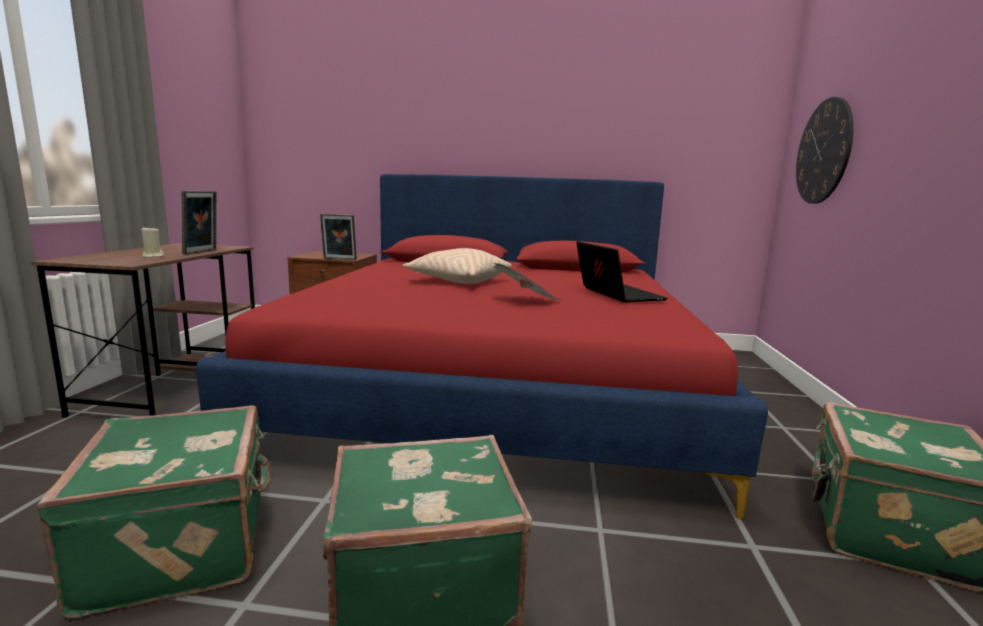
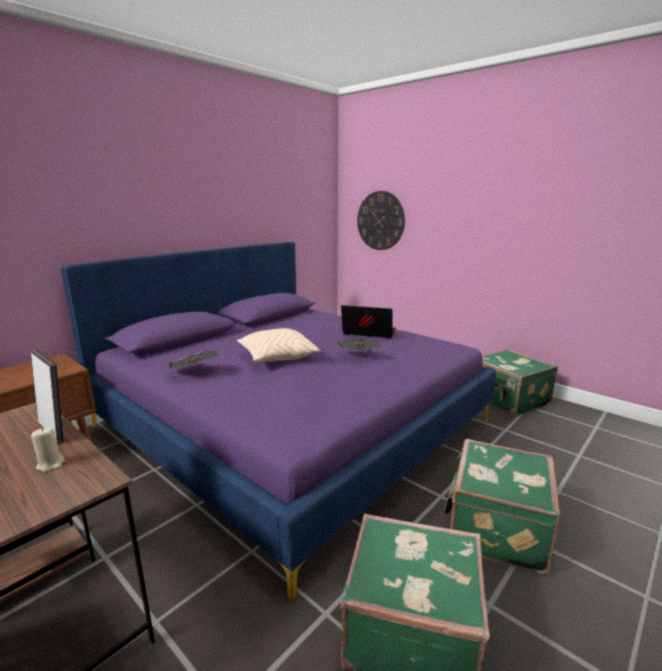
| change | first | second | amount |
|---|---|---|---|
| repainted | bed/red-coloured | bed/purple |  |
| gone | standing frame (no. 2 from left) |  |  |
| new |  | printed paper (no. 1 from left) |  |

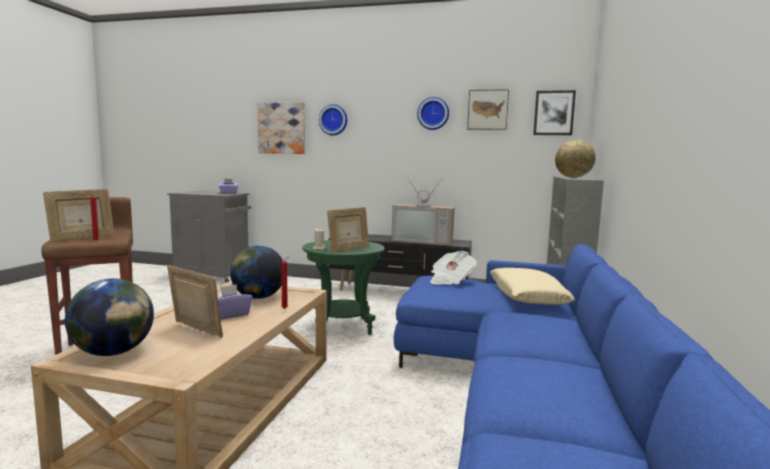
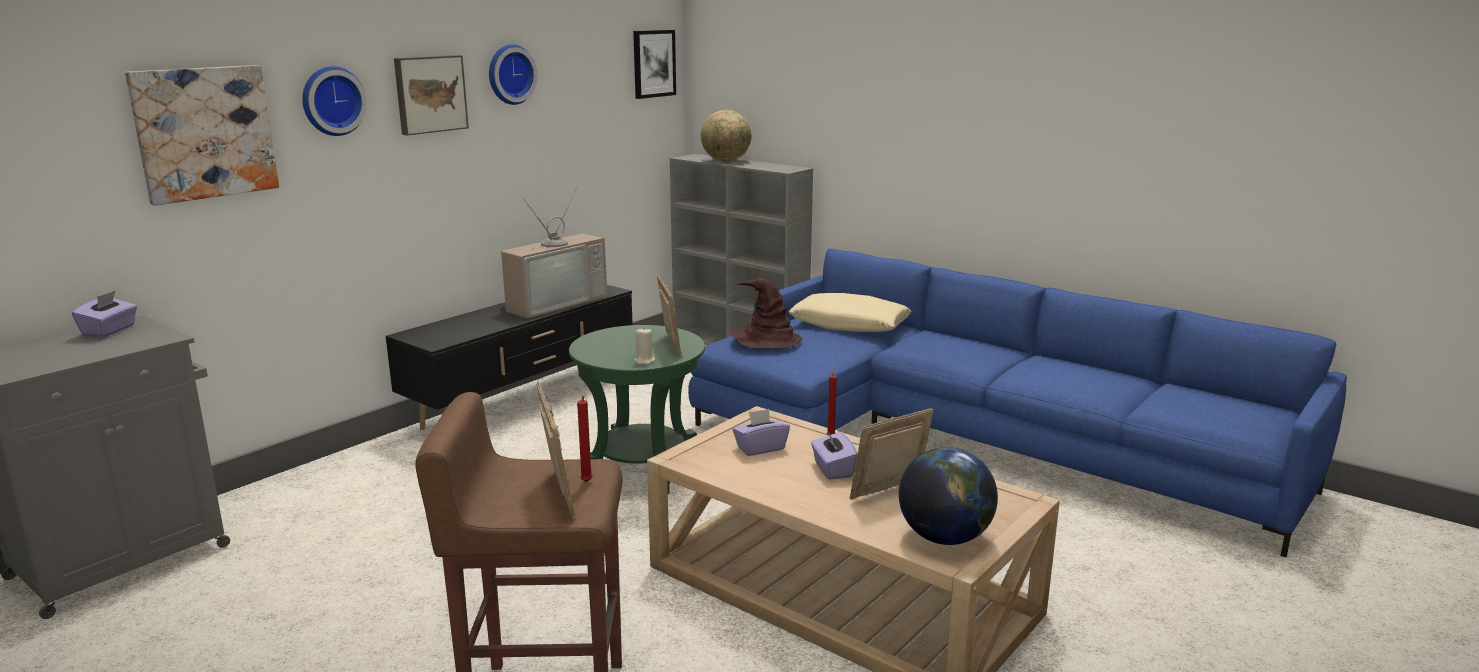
| change | first | second | amount |
|---|---|---|---|
| shifted | picture (no. 2 from left) |  |  |
| swapped | globe (no. 2 from left) | tissue holder/purple (no. 2 from left) |  |
| swapped | printed paper | wearable hat/brown-coloured |  |

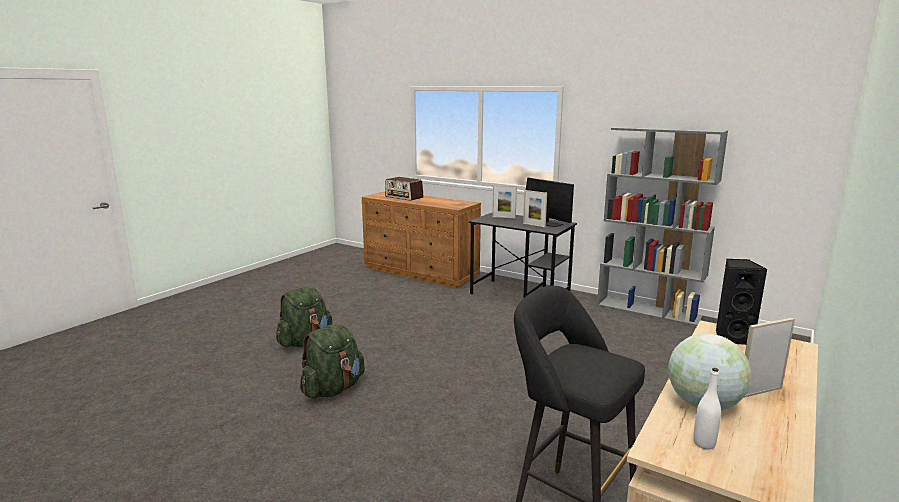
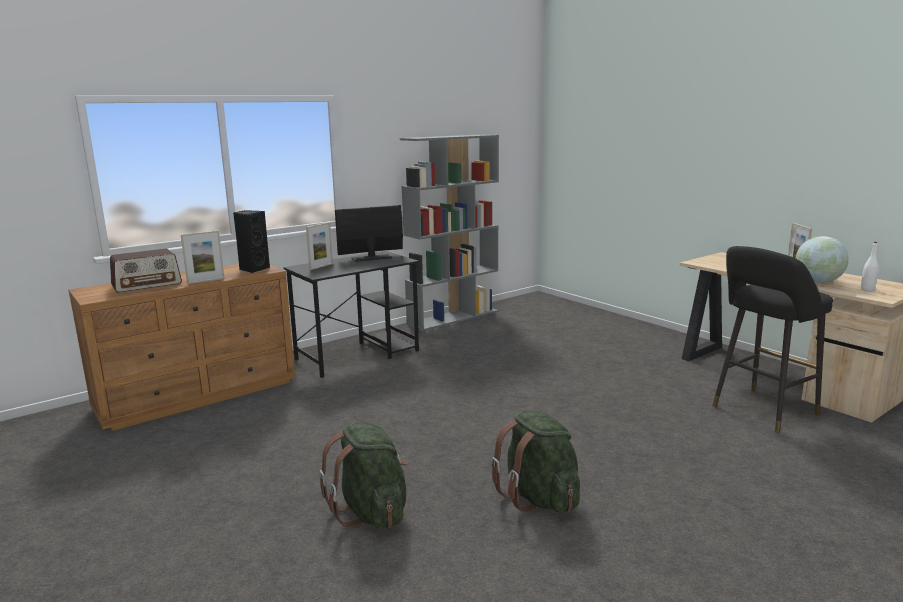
| change | first | second | amount |
|---|---|---|---|
| shifted | standing frame (no. 2 from left in the first image) | standing frame (no. 1 from left) |  |
| shifted | loudspeaker/blackish |  |  |

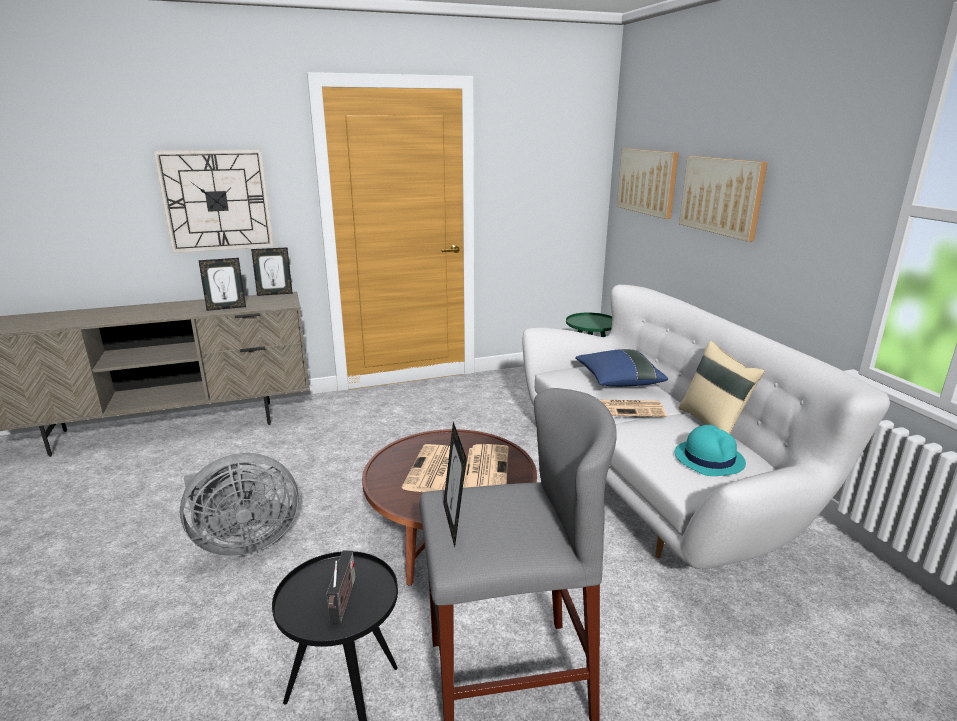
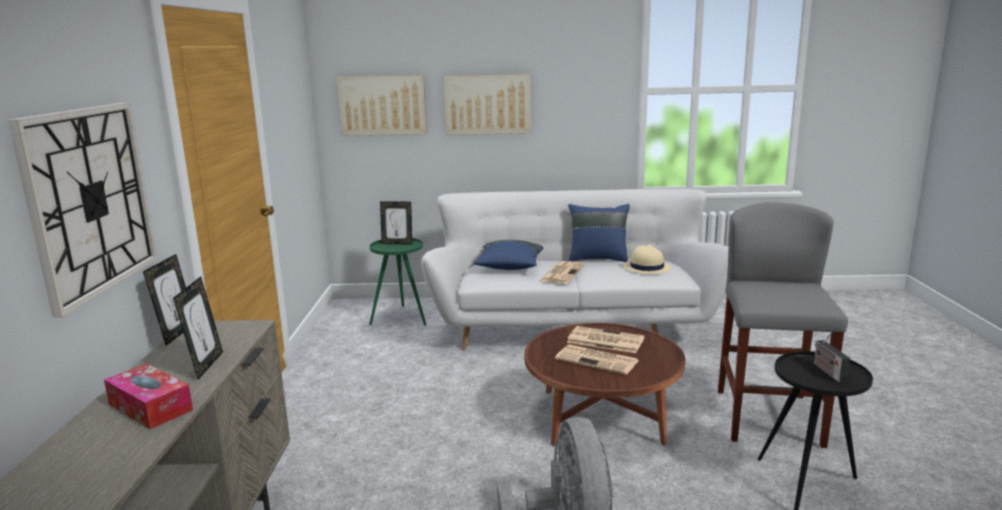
| change | first | second | amount |
|---|---|---|---|
| repainted | throw pillow/beige | throw pillow/bluish (no. 2 from left) |  |
| shifted | standing frame (no. 3 from left) |  |  |
| repainted | wearable hat/blue-green | wearable hat/beige |  |
| rotated | radio receiver |  | 120 degrees counterclockwise |
| new |  | tissue holder |  |

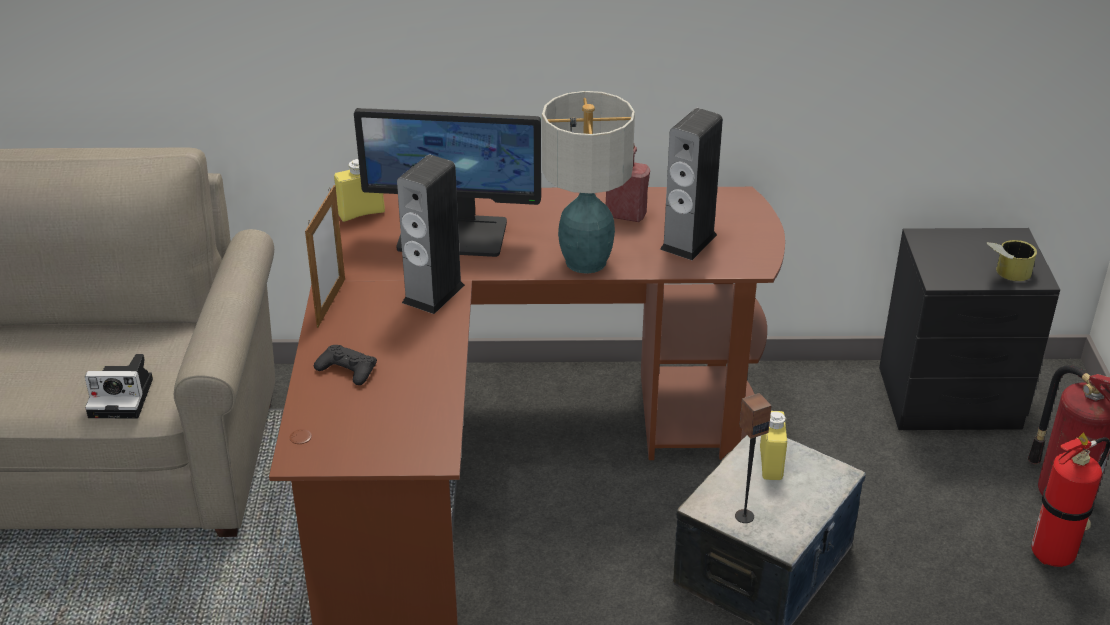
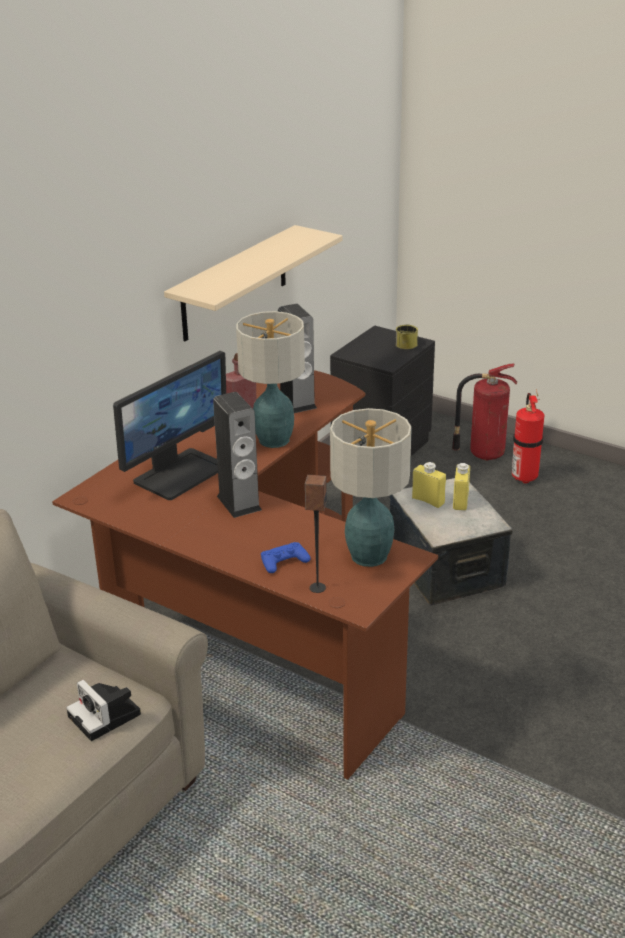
| change | first | second | amount |
|---|---|---|---|
| shifted | bottle/yellow (no. 1 from left in the first image) | bottle/yellow (no. 2 from left) |  |
| gone | standing frame |  |  |
| repainted | gamepad/blackish | gamepad/bluish |  |
| rotated | still camera |  | 105 degrees clockwise |
| shifted | loudspeaker (no. 3 from left) |  |  |
| new |  | wall shelf/beige |  |
| new |  | table lamp (no. 2 from left) |  |

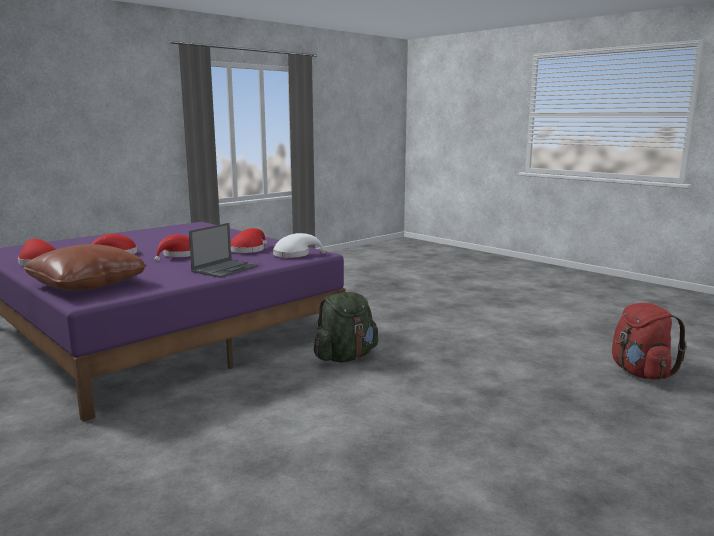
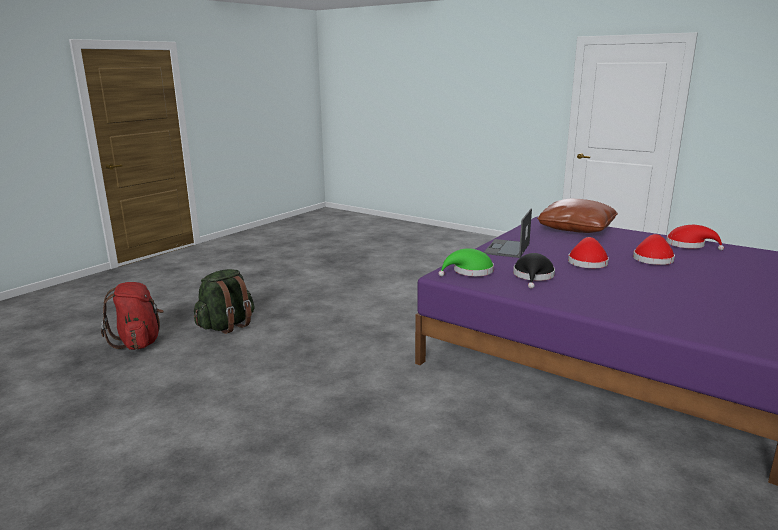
| change | first | second | amount |
|---|---|---|---|
| repainted | wearable hat/red-coloured (no. 4 from left) | wearable hat/blackish |  |
| repainted | wearable hat/white | wearable hat/greenish |  |
| shifted | rucksack/greenish |  |  |

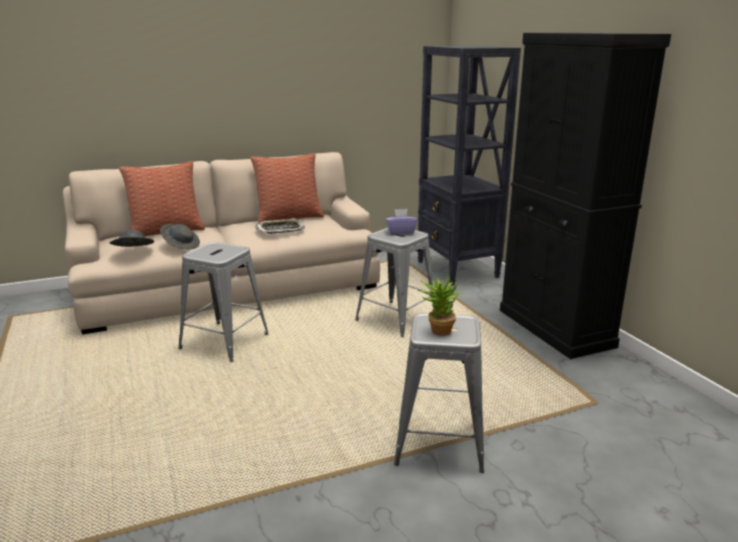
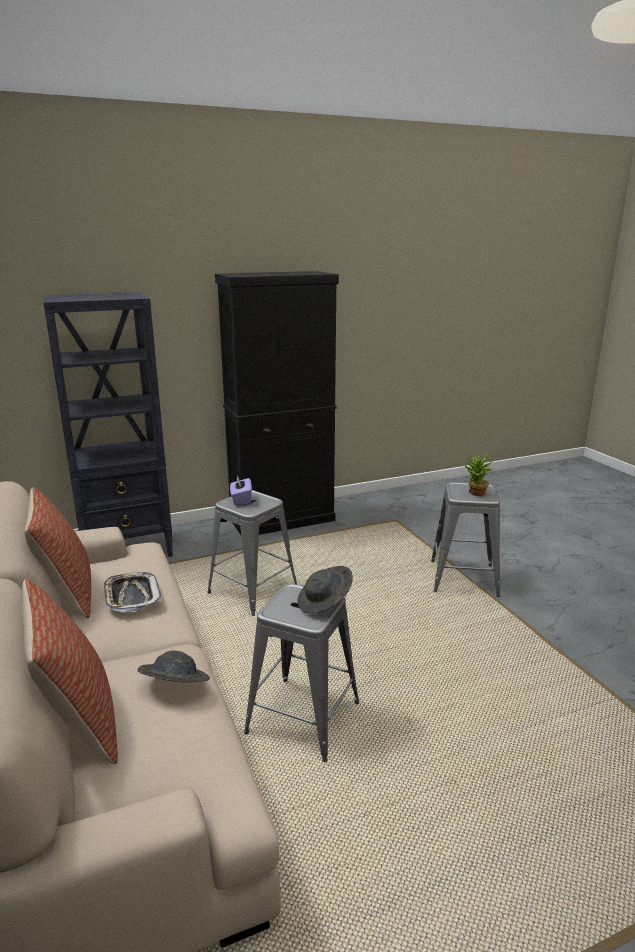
| change | first | second | amount |
|---|---|---|---|
| shifted | wearable hat/grey (no. 1 from left in the first image) | wearable hat/grey (no. 2 from left) |  |

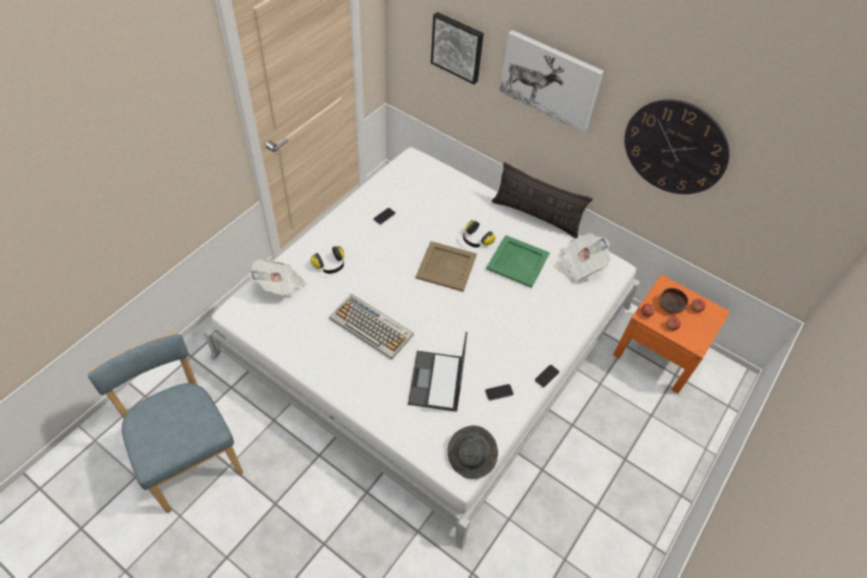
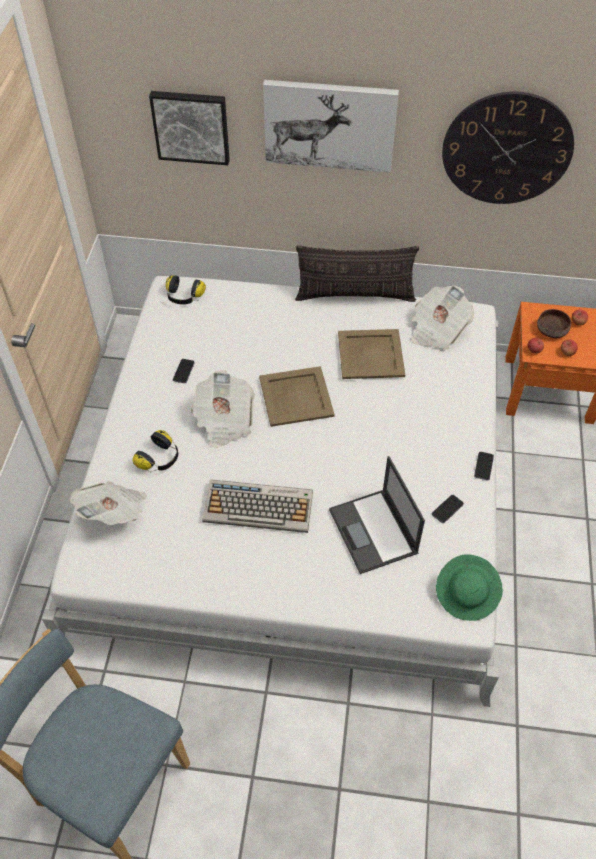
| change | first | second | amount |
|---|---|---|---|
| shifted | pair of headphones (no. 2 from left) |  |  |
| repainted | serving tray/greenish | serving tray/beige (no. 2 from left) |  |
| repainted | wearable hat/grey | wearable hat/greenish |  |
| new |  | printed paper (no. 2 from left) |  |

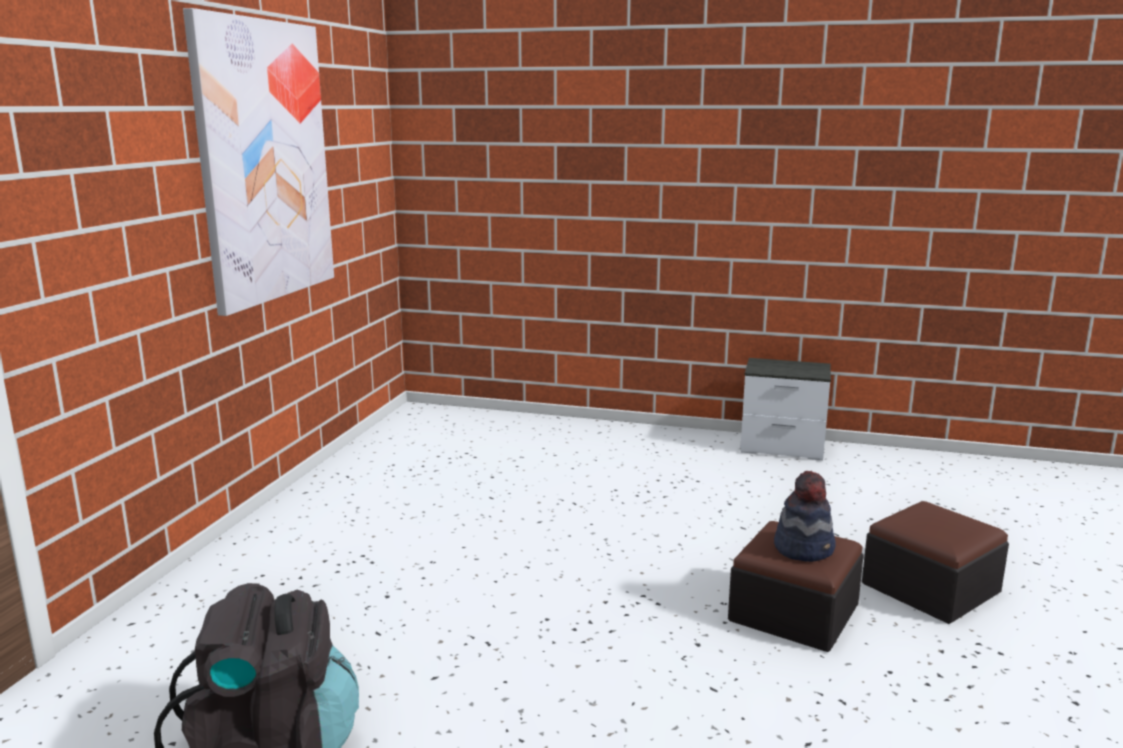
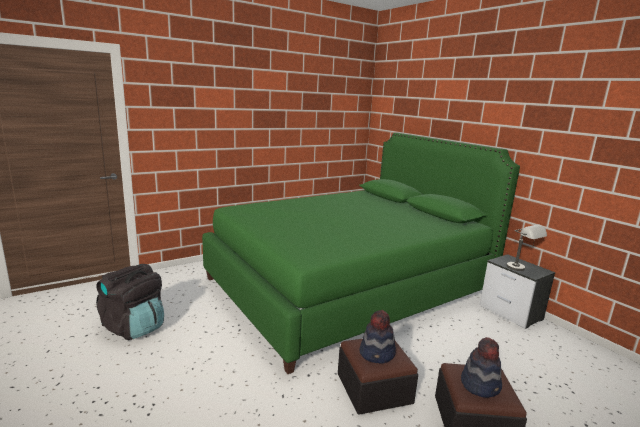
| change | first | second | amount |
|---|---|---|---|
| gone | picture |  |  |
| new |  | bed/greenish |  |
| new |  | table lamp/grey |  |
| new |  | wearable hat (no. 2 from left) |  |

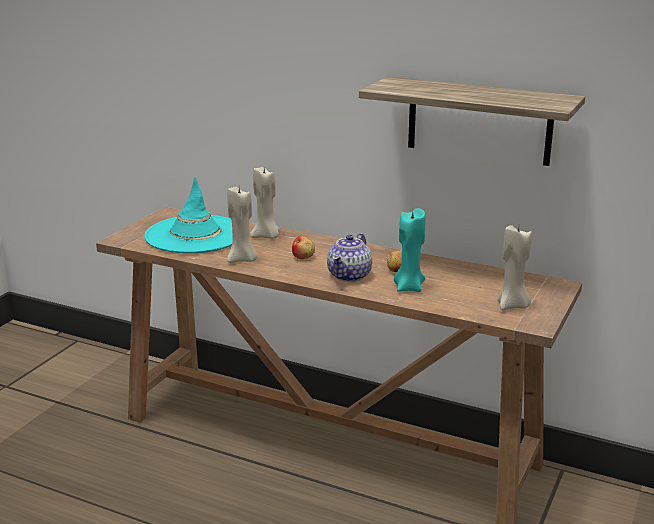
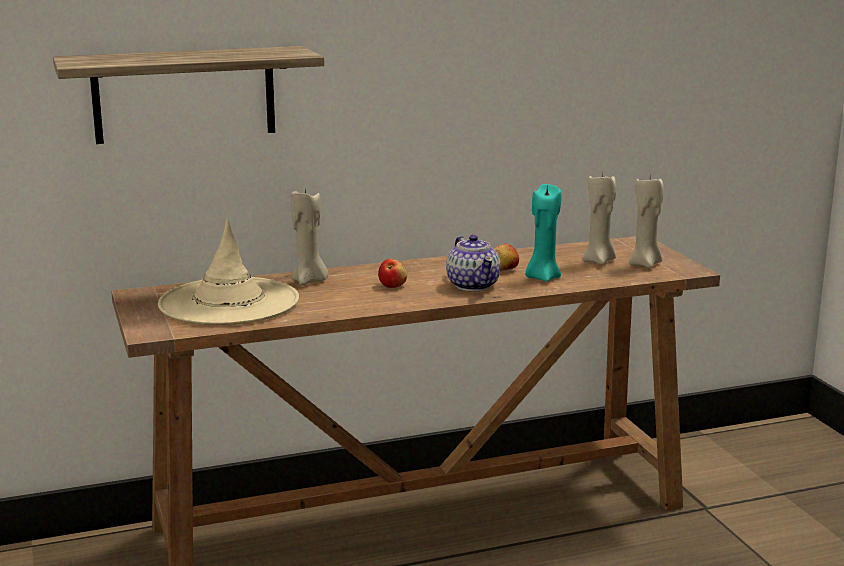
| change | first | second | amount |
|---|---|---|---|
| shifted | wall shelf |  |  |
| repainted | wearable hat/blue-green | wearable hat/beige |  |
| shifted | wax light/beige (no. 1 from left in the first image) | wax light/beige (no. 2 from left) |  |

